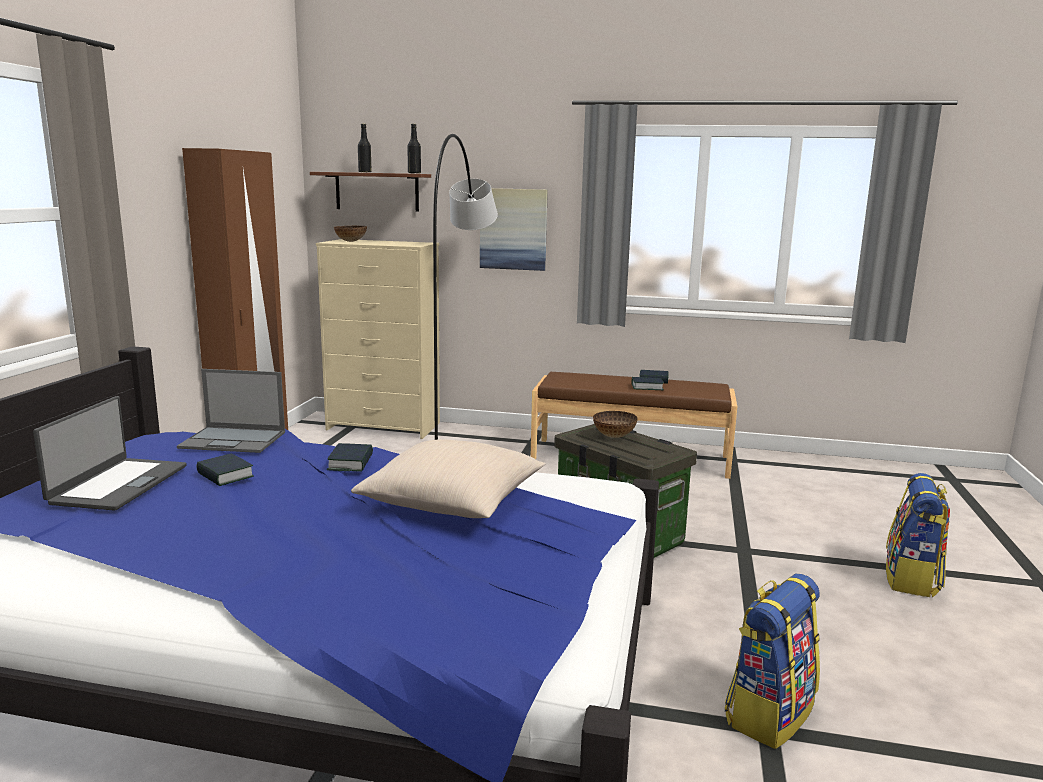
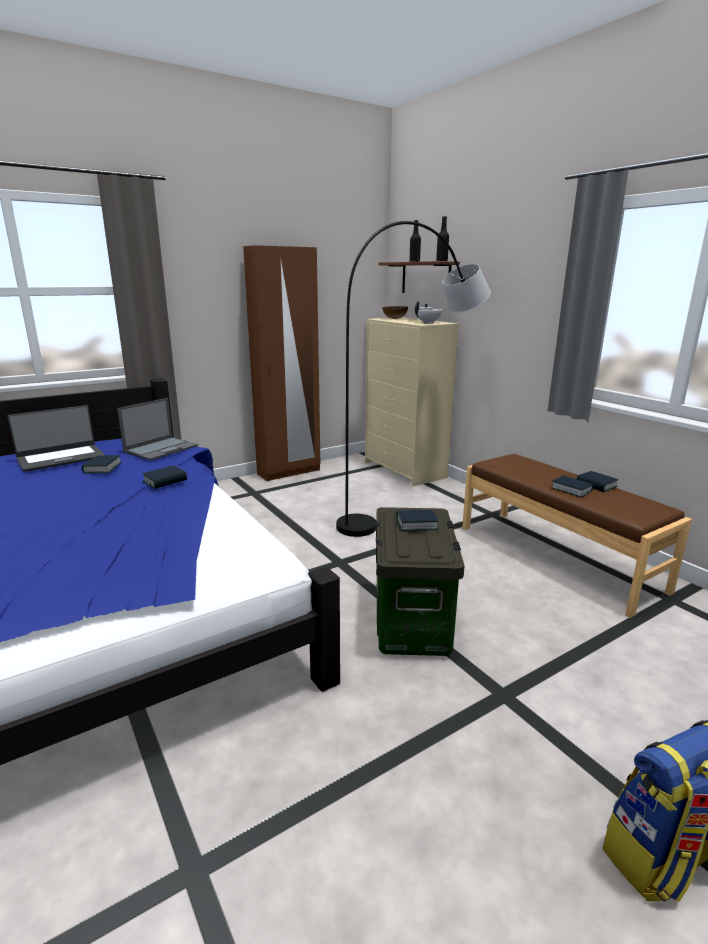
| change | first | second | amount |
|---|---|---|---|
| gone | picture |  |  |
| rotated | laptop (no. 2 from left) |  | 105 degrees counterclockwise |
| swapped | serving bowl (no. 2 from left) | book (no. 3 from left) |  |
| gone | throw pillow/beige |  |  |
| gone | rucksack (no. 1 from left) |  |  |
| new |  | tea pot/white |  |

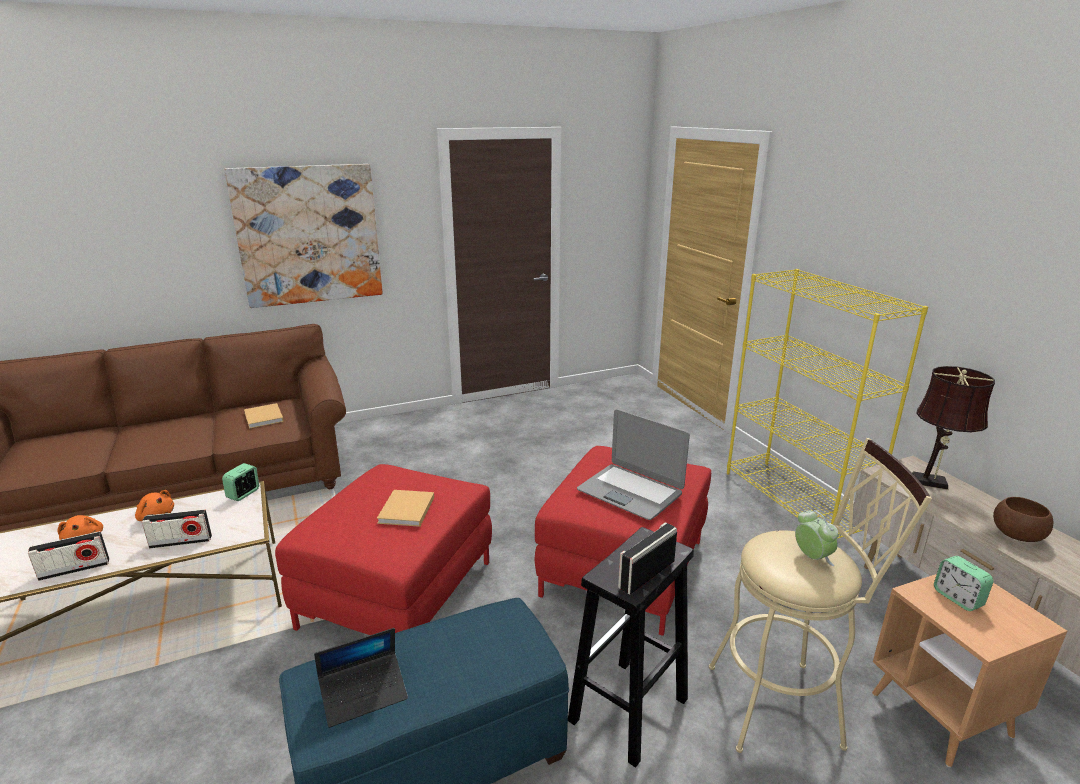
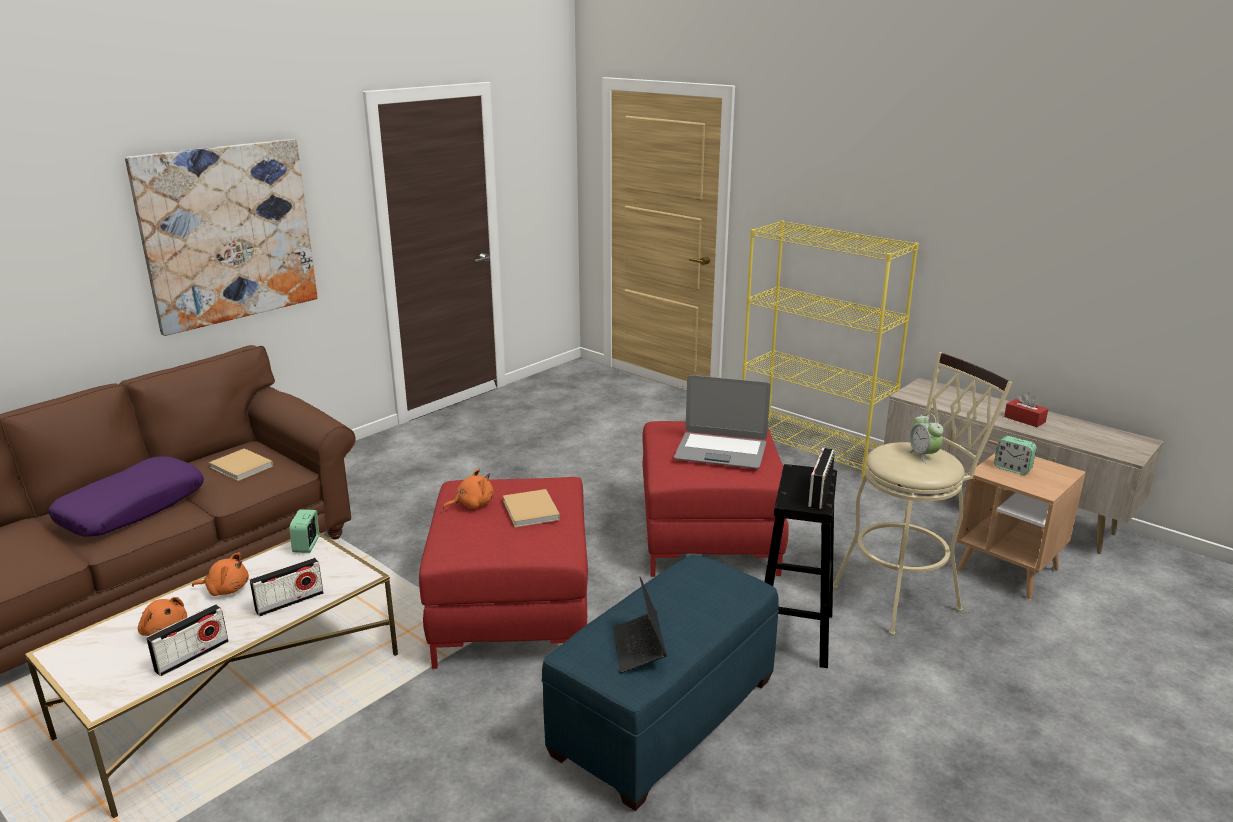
| change | first | second | amount |
|---|---|---|---|
| gone | table lamp/brown-coloured |  |  |
| swapped | serving bowl/brown-coloured | tissue holder/red-coloured |  |
| rotated | alarm clock (no. 2 from left) |  | 150 degrees counterclockwise |
| rotated | laptop (no. 1 from left) |  | 135 degrees clockwise |
| new |  | throw pillow/purple |  |
| new |  | soft toy/orangey (no. 3 from left) |  |

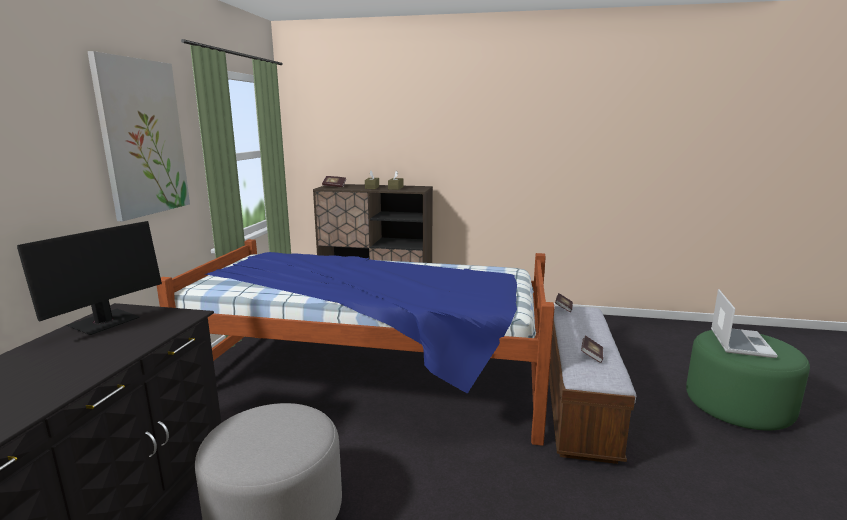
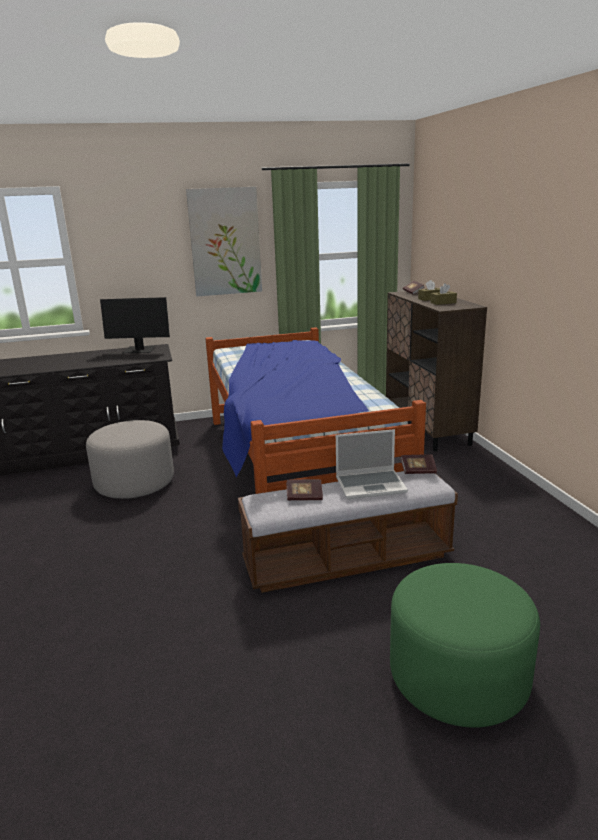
| change | first | second | amount |
|---|---|---|---|
| shifted | laptop |  |  |

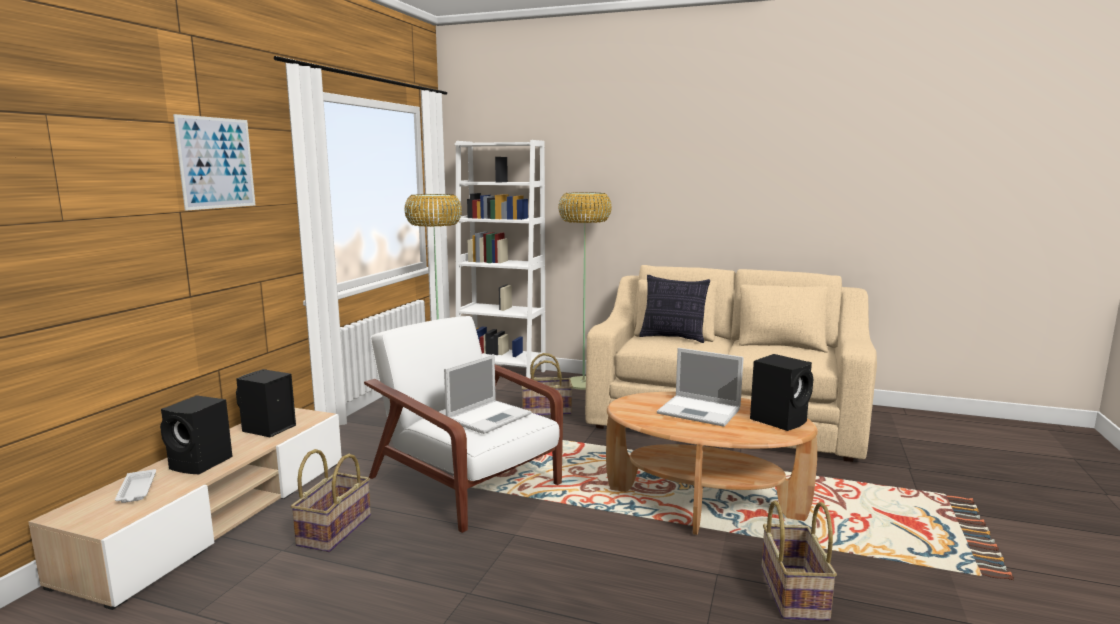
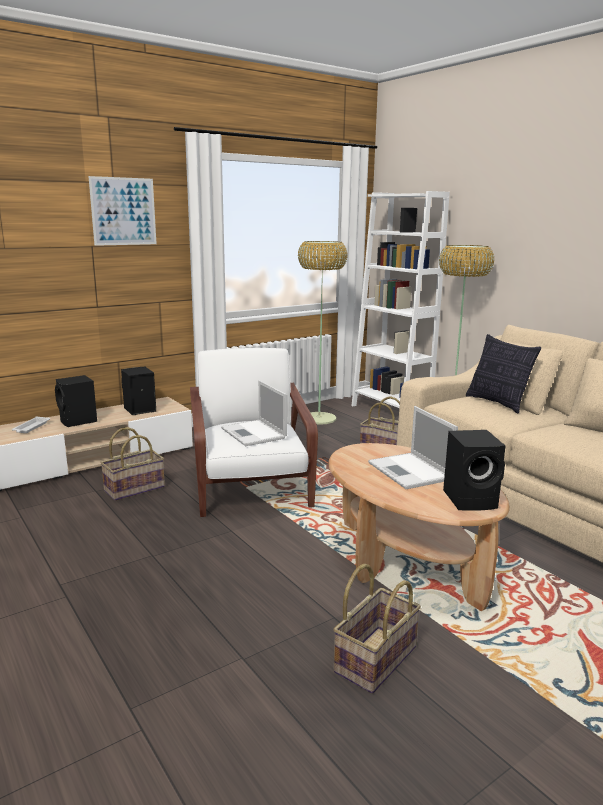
| change | first | second | amount |
|---|---|---|---|
| rotated | laptop (no. 1 from left) |  | 75 degrees clockwise |

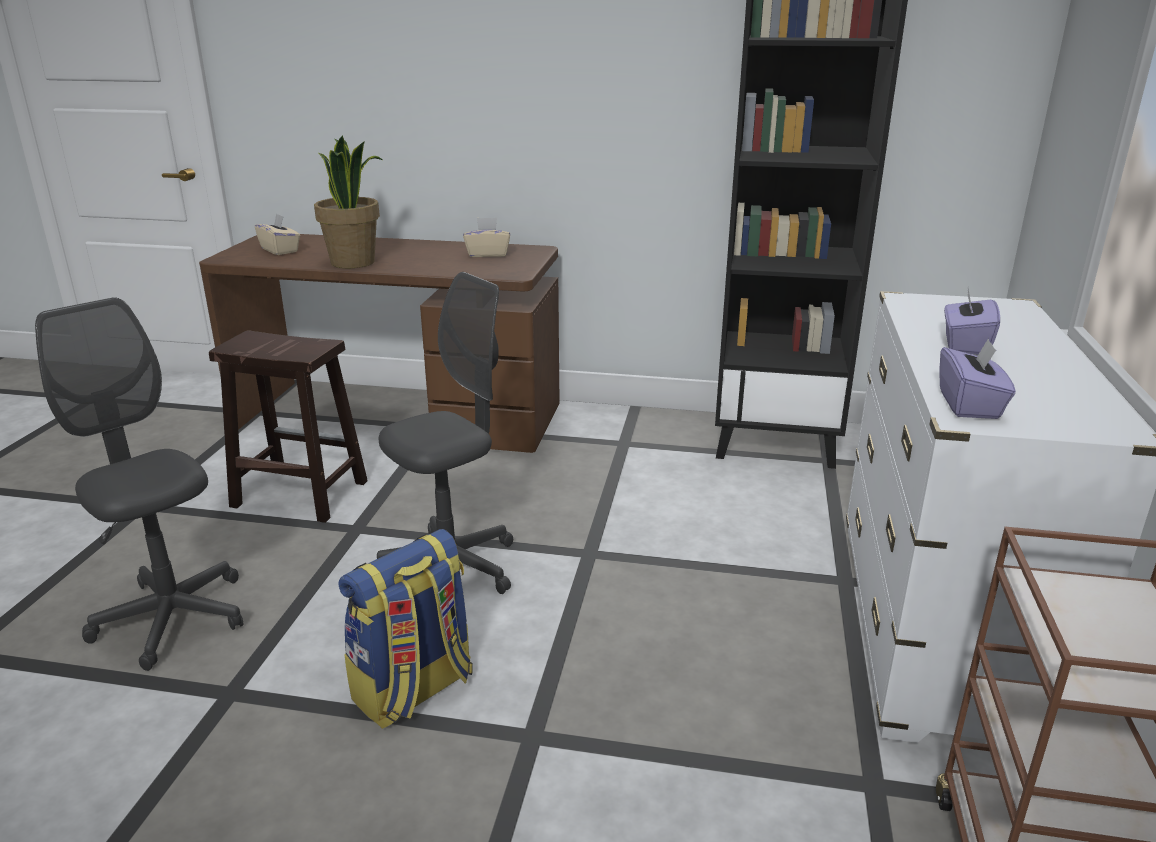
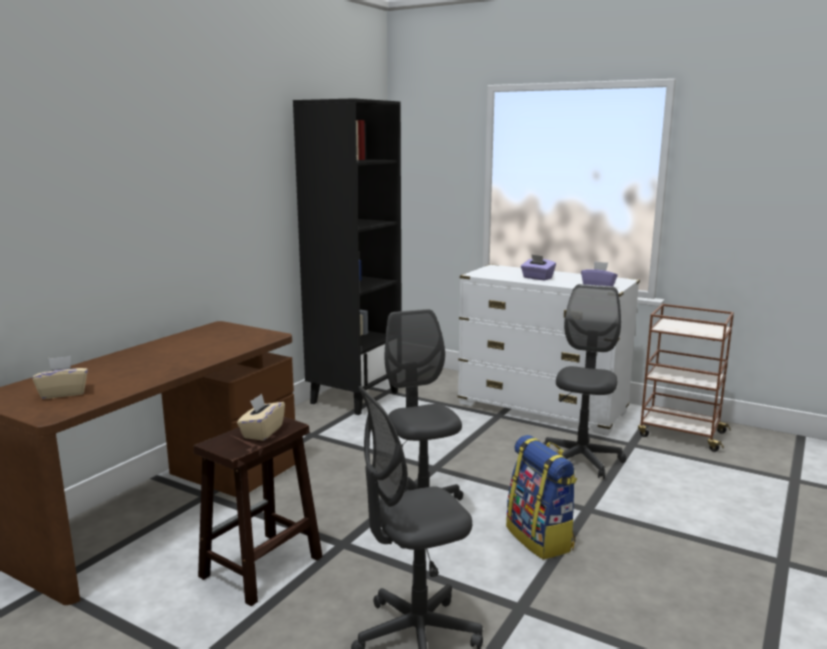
| change | first | second | amount |
|---|---|---|---|
| gone | potted plant |  |  |
| shifted | tissue holder/beige (no. 2 from left) |  |  |
| new |  | desk chair/grey (no. 3 from left) |  |

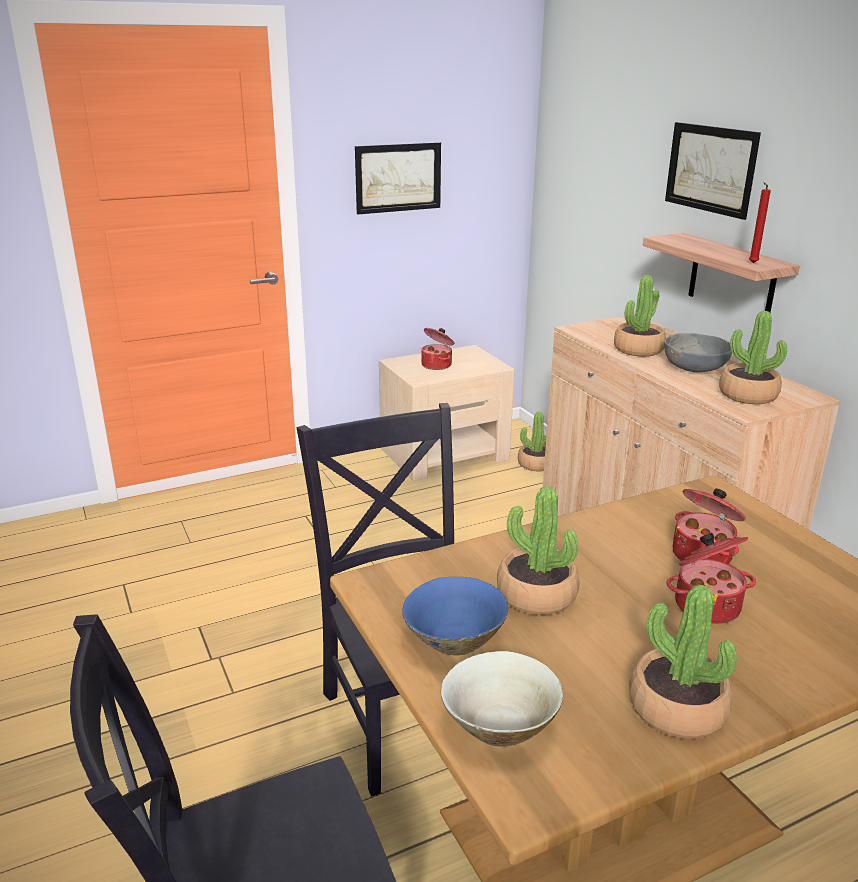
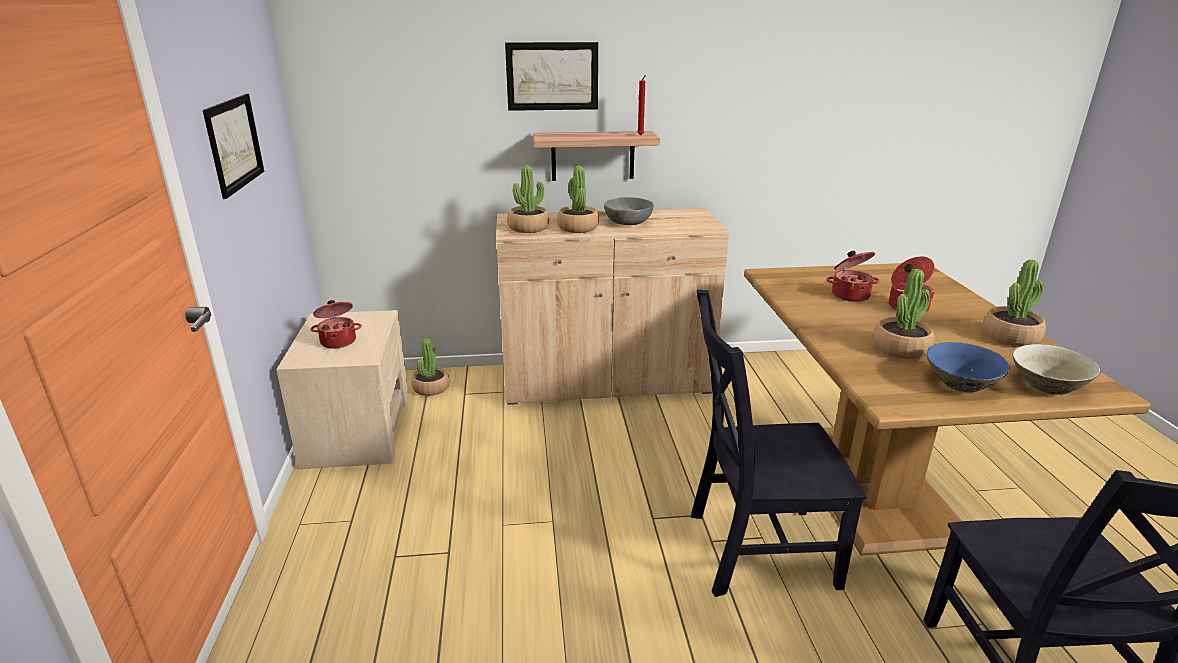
| change | first | second | amount |
|---|---|---|---|
| shifted | potted plant (no. 5 from left in the first image) | potted plant (no. 2 from left) |  |

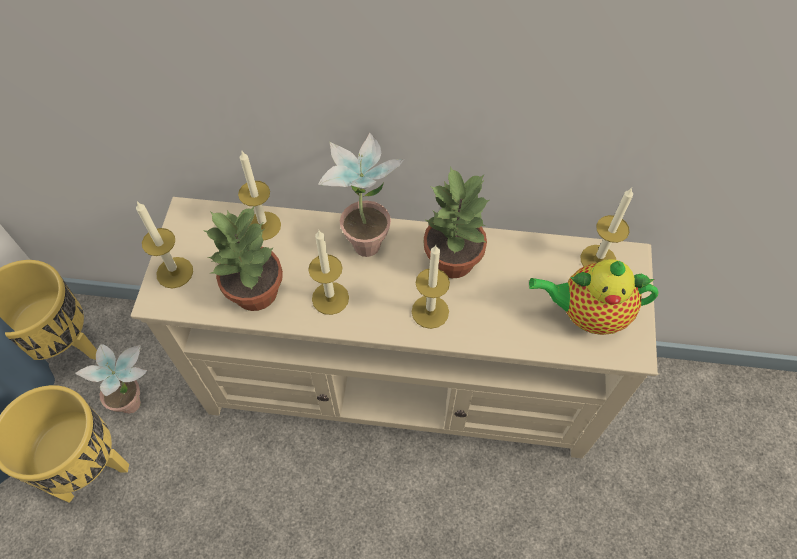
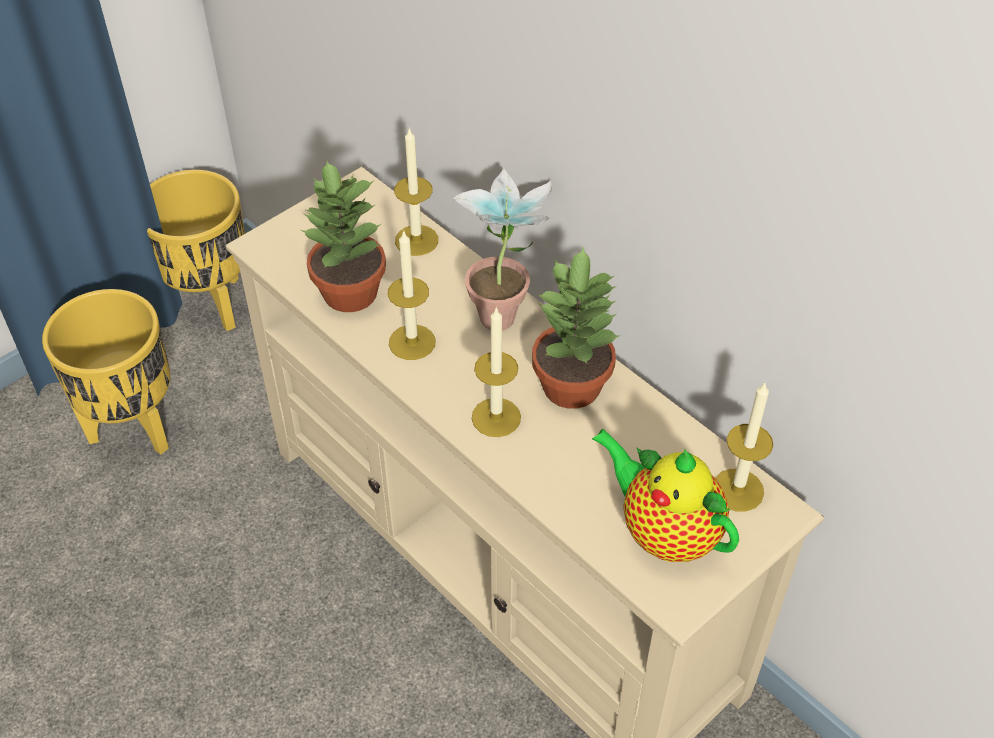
| change | first | second | amount |
|---|---|---|---|
| gone | wax light (no. 1 from left) |  |  |
| gone | potted plant (no. 1 from left) |  |  |

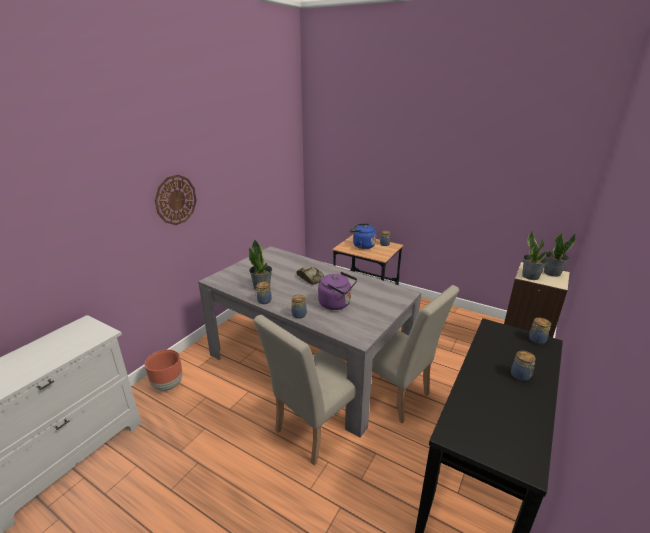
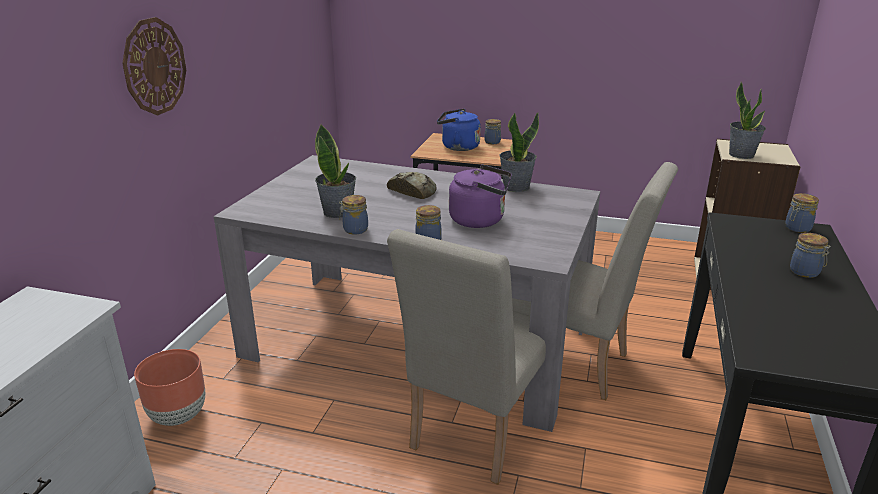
| change | first | second | amount |
|---|---|---|---|
| shifted | potted plant (no. 3 from left in the first image) | potted plant (no. 2 from left) |  |

